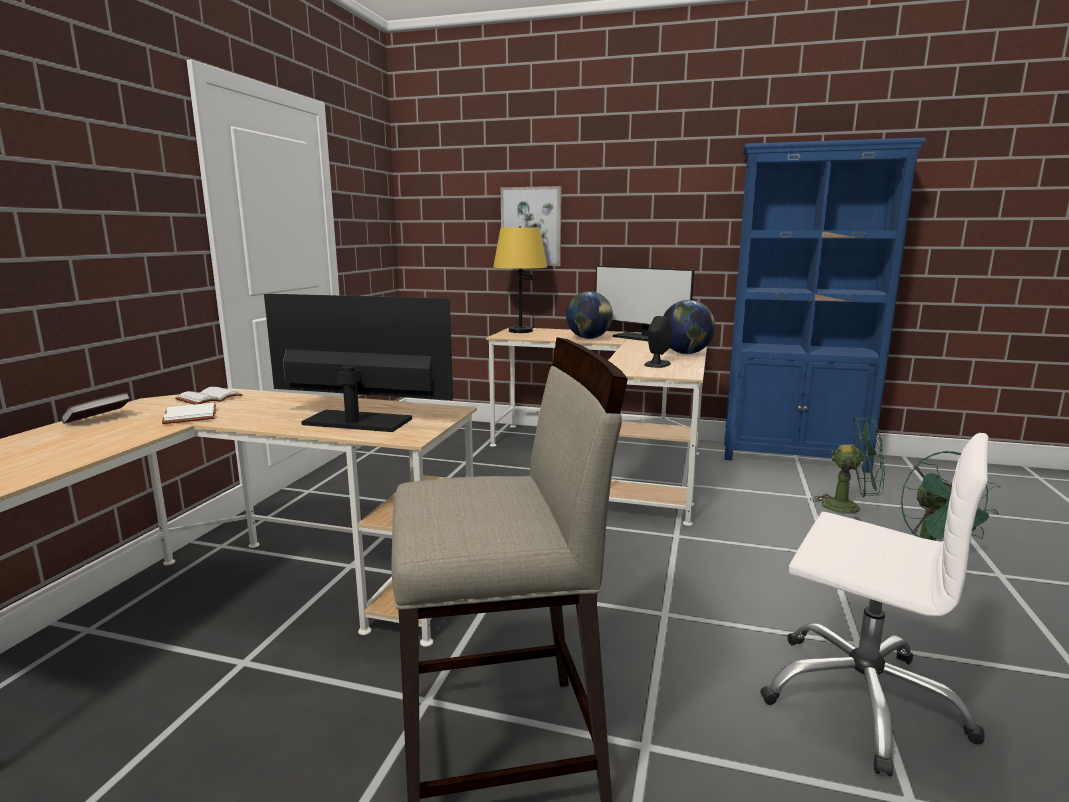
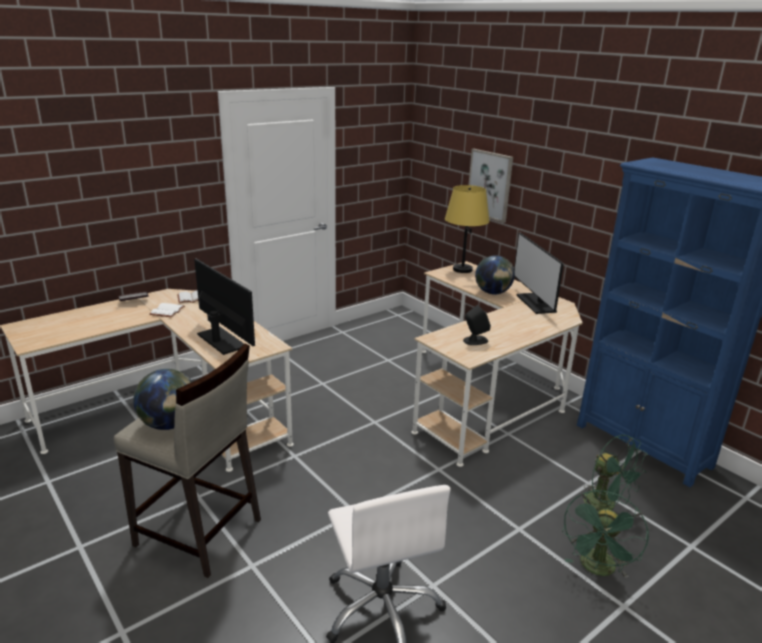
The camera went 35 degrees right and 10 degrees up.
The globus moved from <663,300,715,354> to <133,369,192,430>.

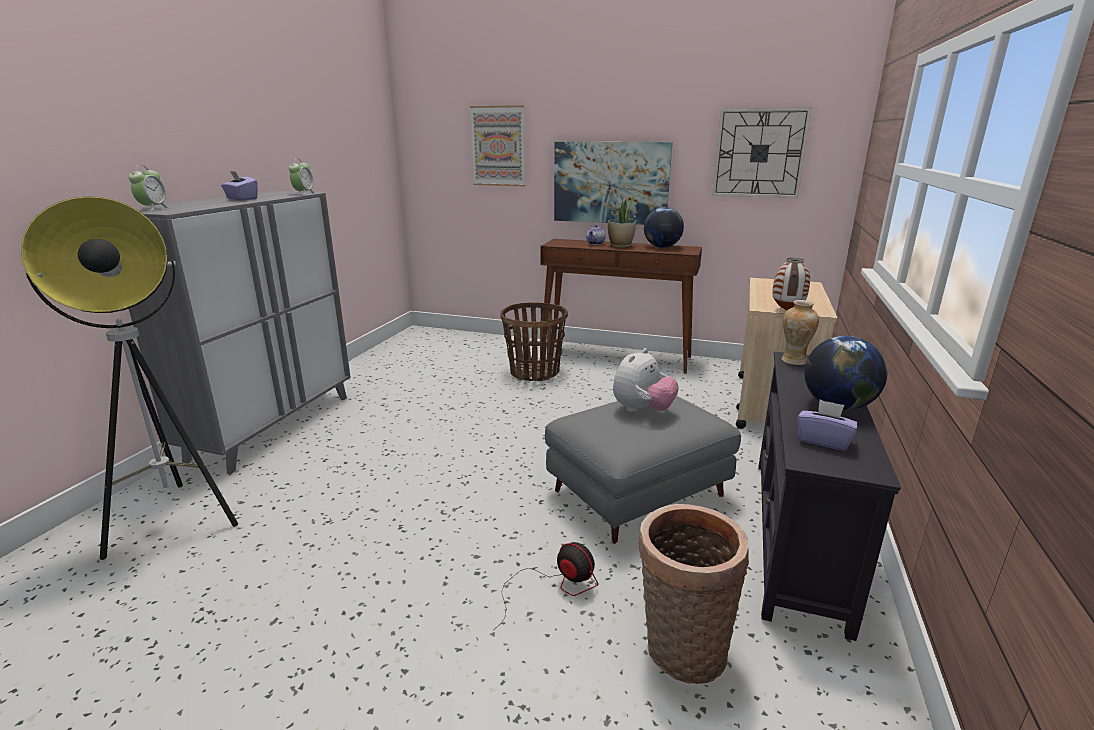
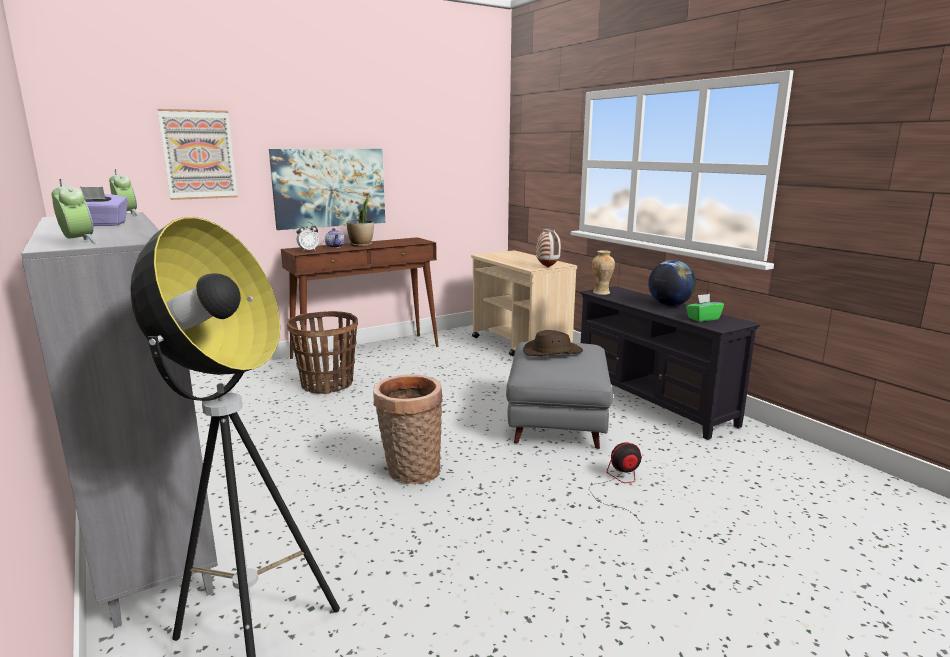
The camera went 50 degrees left and 5 degrees down.
The globus at <644,207,684,248> disappeared.
The zegar ścienny at <712,107,812,198> disappeared.
The budzik at <296,222,319,252> appeared.
The koszyk moved from <638,504,749,684> to <373,375,443,484>.
The pluszak at <613,348,679,412> was replaced by the kapelusz (brązowy) at <523,330,583,356>.
The pudełko chusteczek (fioletowy) at <797,400,857,451> became the pudełko chusteczek (zielony) at <686,294,724,322>.

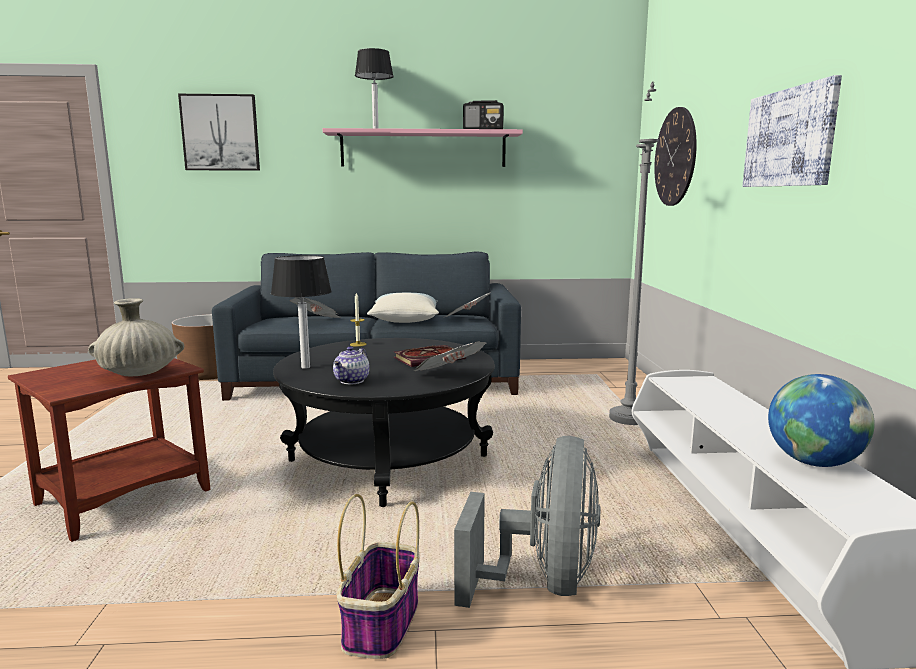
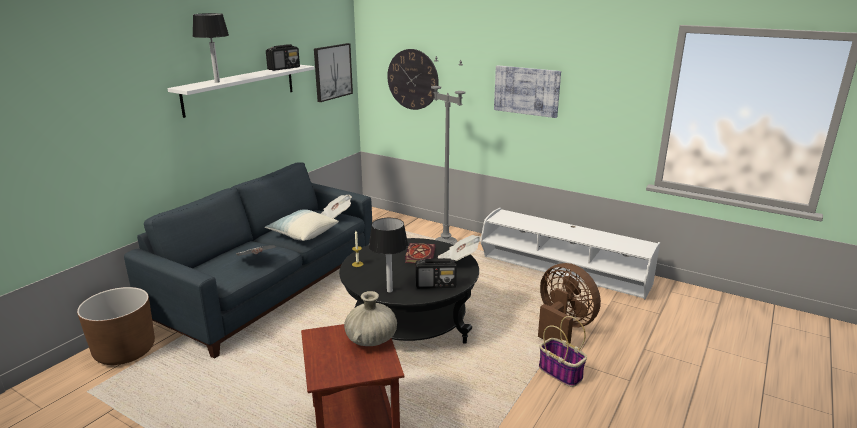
The camera went 55 degrees left and 10 degrees up.
The globus at <768,374,875,467> disappeared.
The obraz moved from <178,94,260,170> to <314,43,353,102>.
The imbryk at <333,347,370,384> was replaced by the radio at <416,258,457,289>.
The półka (różowy) at <323,128,523,167> became the półka (biały) at <168,65,315,118>.
The wentylator (szary) at <454,436,601,608> became the wentylator (brązowy) at <538,263,601,344>.

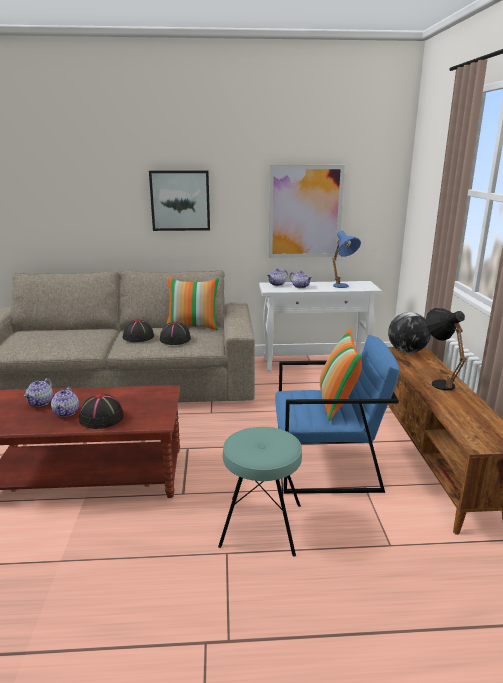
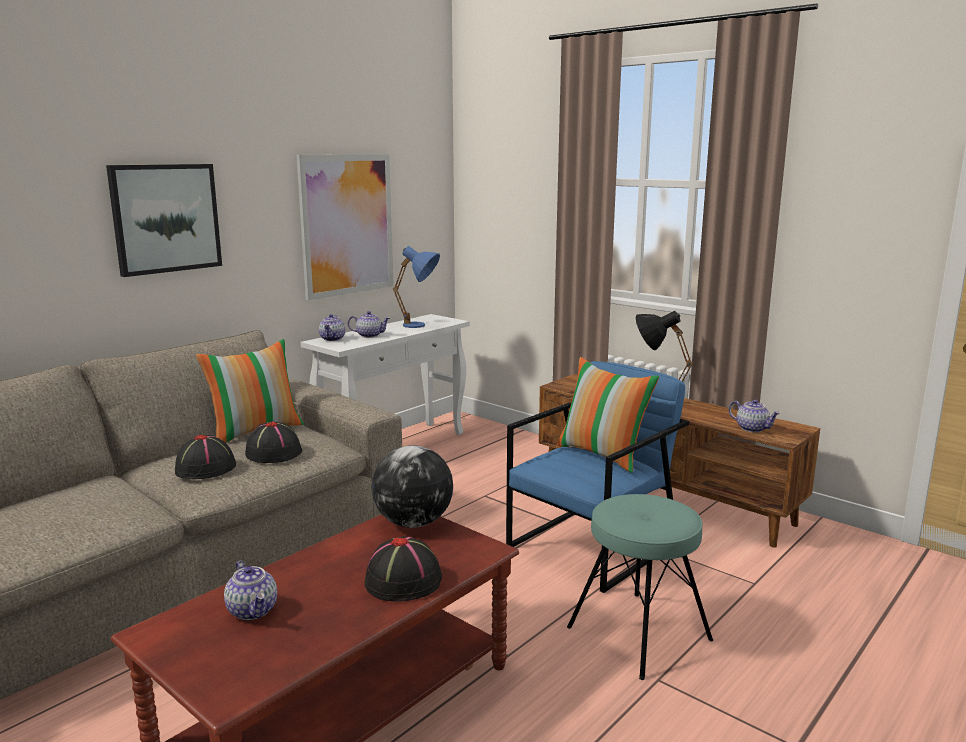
The camera went 45 degrees left and 5 degrees down.
The imbryk moved from <51,387,79,417> to <729,399,780,433>.
The globus moved from <388,312,431,353> to <371,445,453,528>.

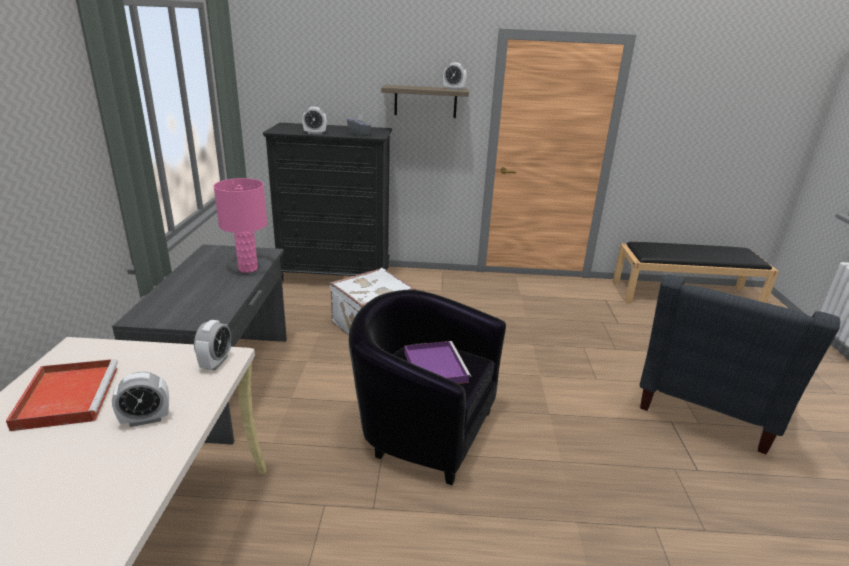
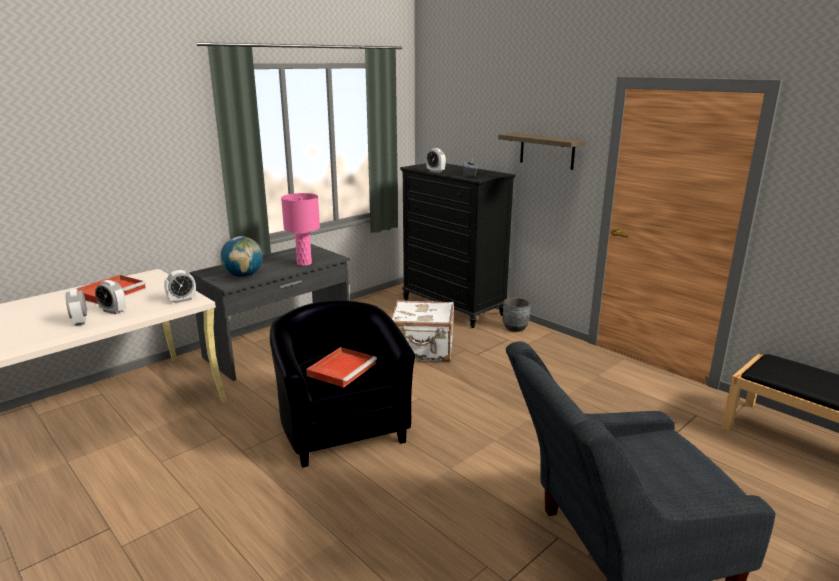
The camera went 45 degrees right and 5 degrees down.
The globus at <221,236,263,277> appeared.
The donica (szary) at <502,297,531,332> appeared.
The budzik moved from <443,63,467,90> to <65,289,87,326>.
The taca (fioletowy) at <404,341,471,384> became the taca (czerwony) at <306,347,377,387>.

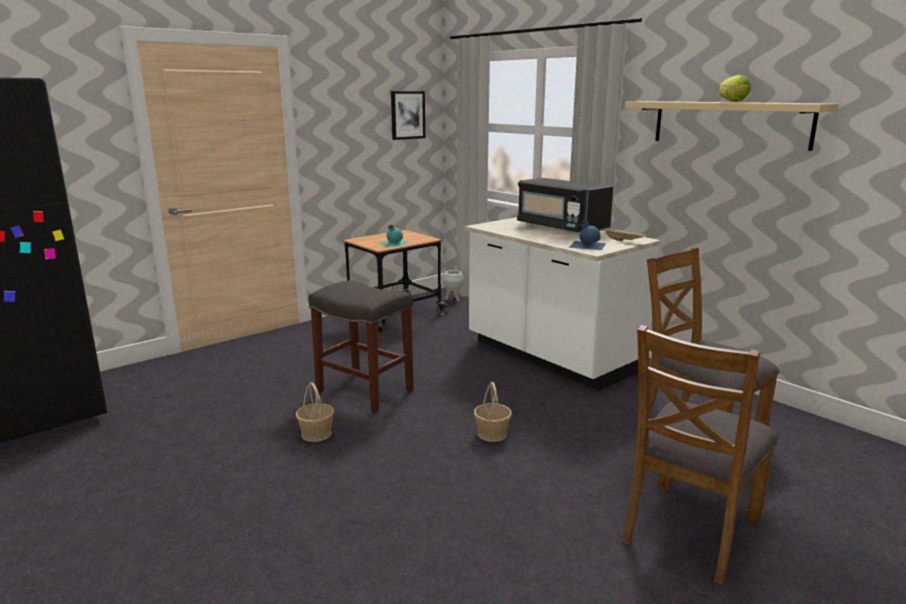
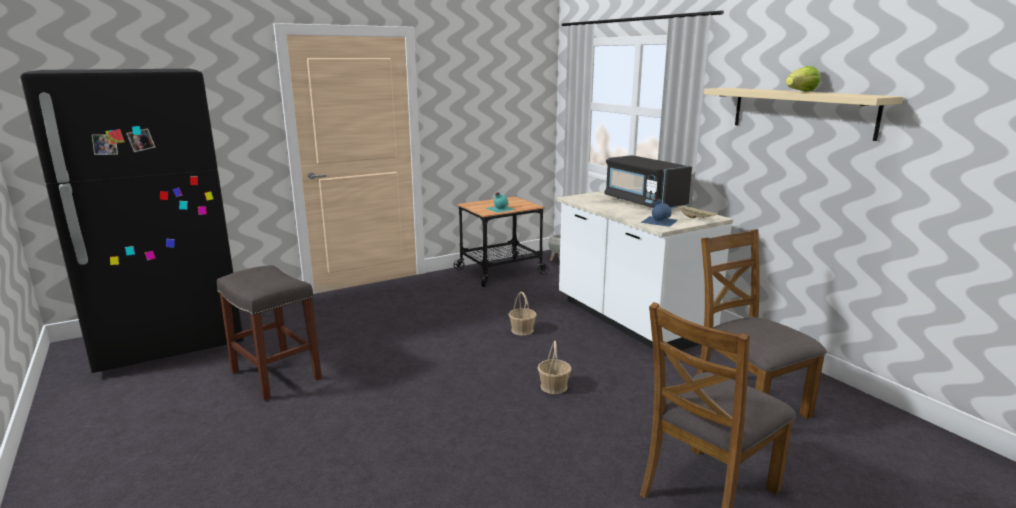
The camera went 10 degrees right and 0 degrees up.
The obraz at <391,91,425,140> disappeared.
The koszyk moved from <296,382,334,442> to <509,292,537,336>.
The stołek (szary) moved from <309,281,414,413> to <217,265,322,401>.

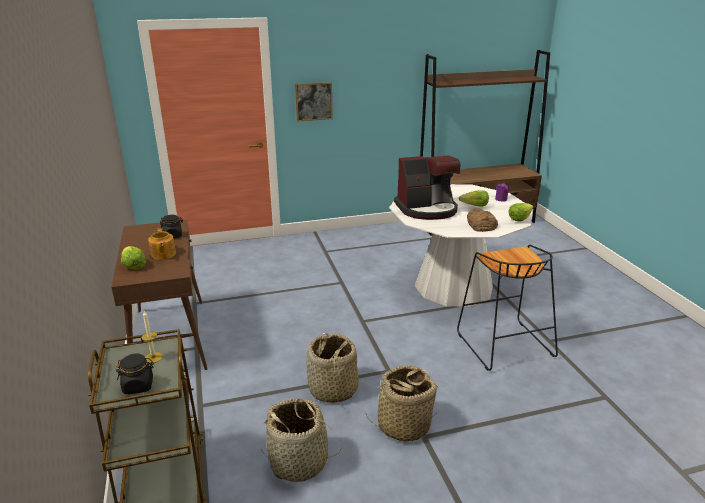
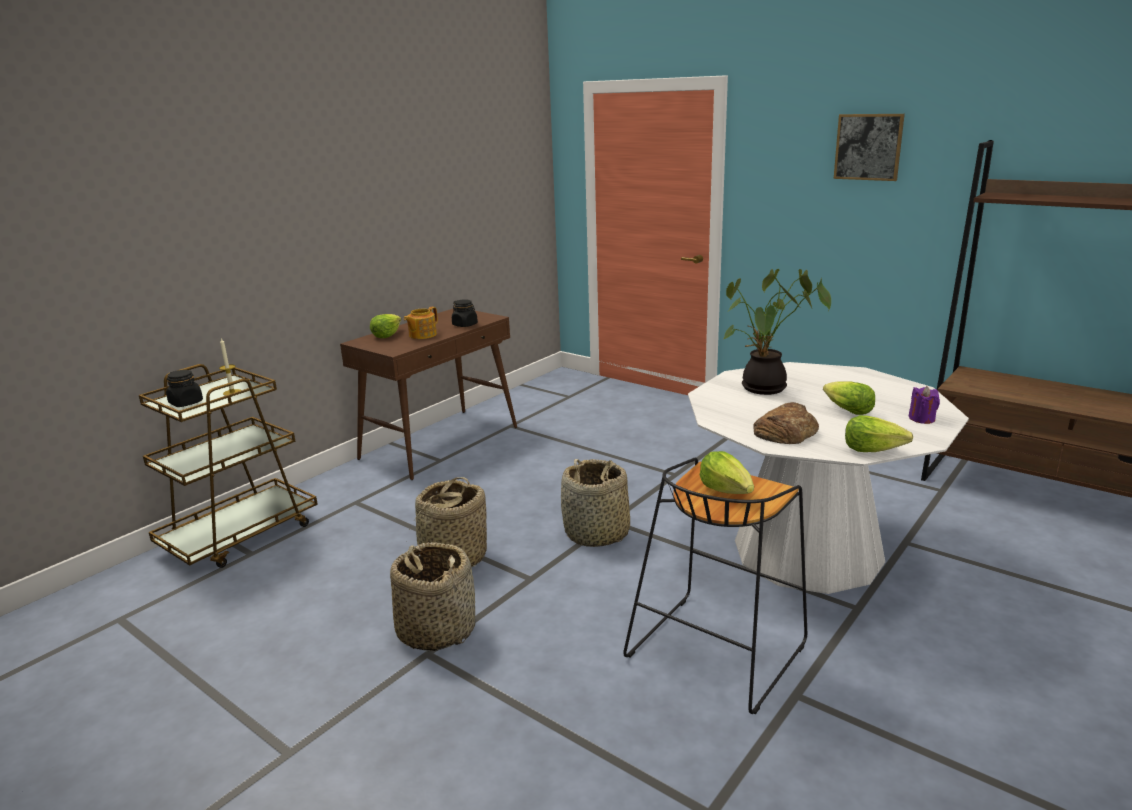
The camera went 55 degrees right and 5 degrees down.
The sałata at <700,451,754,494> appeared.
The koszyk moved from <261,398,341,482> to <561,459,630,547>.
The obraz moved from <295,82,333,122> to <834,114,905,181>.
The ekspres do kawy at <394,155,460,220> was replaced by the roślina doniczkowa at <724,269,831,395>.

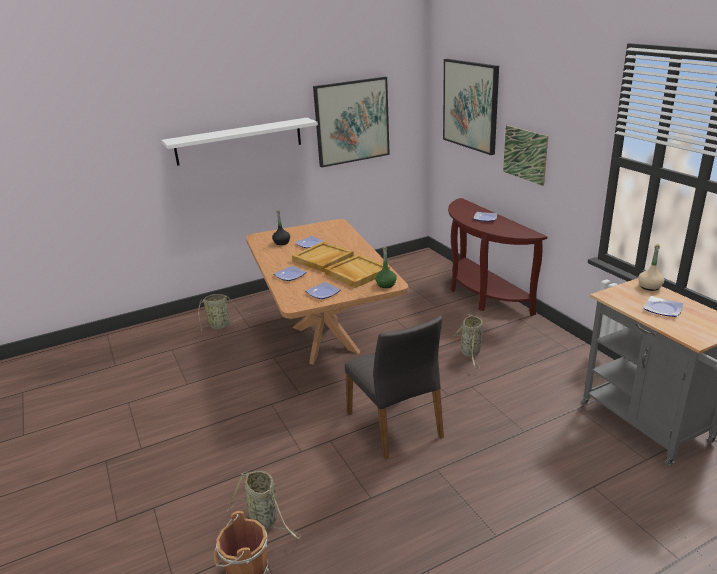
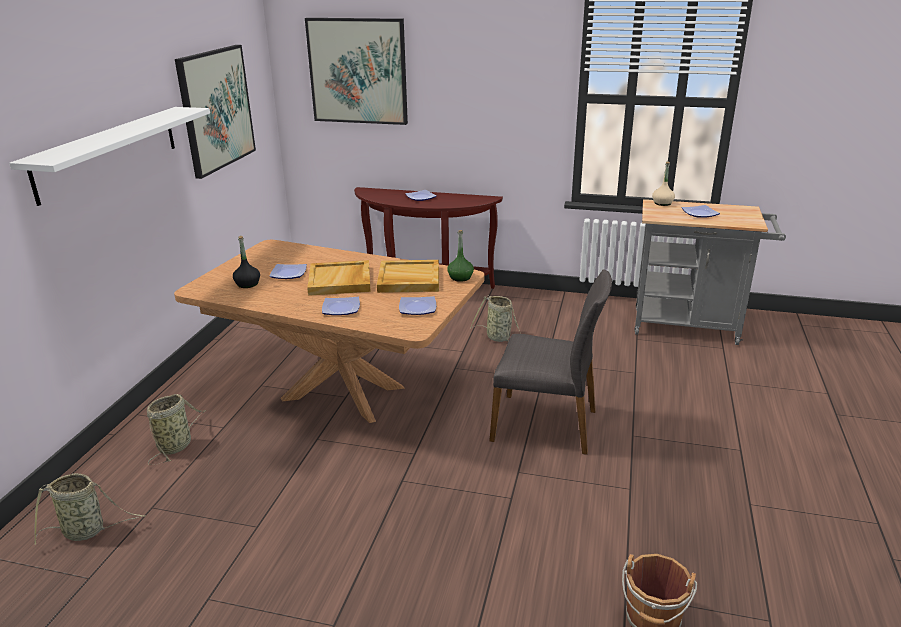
The camera went 50 degrees left and 0 degrees up.
The obraz at <503,125,548,186> disappeared.
The koszyk moved from <228,471,301,539> to <34,473,146,545>.

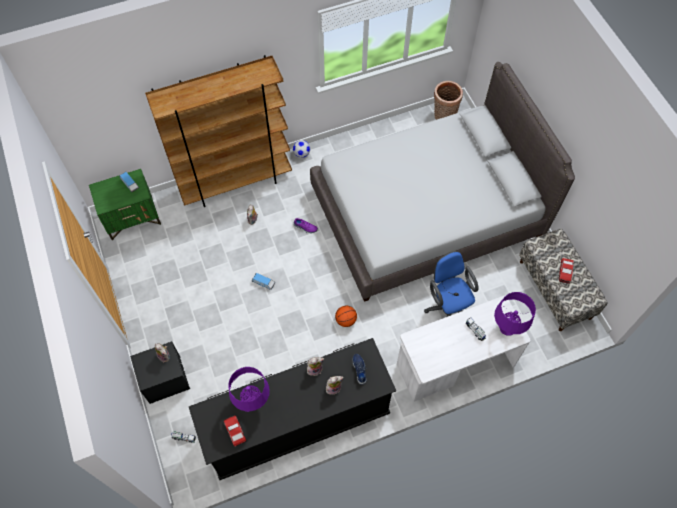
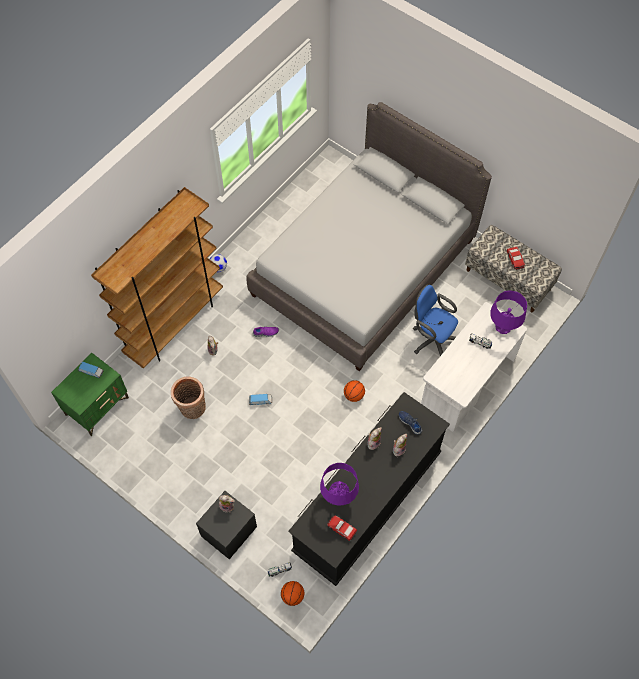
The camera went 30 degrees left and 0 degrees up.
The piłka do koszykówki at <281,581,304,606> appeared.
The koszyk moved from <434,81,463,120> to <171,376,206,419>.

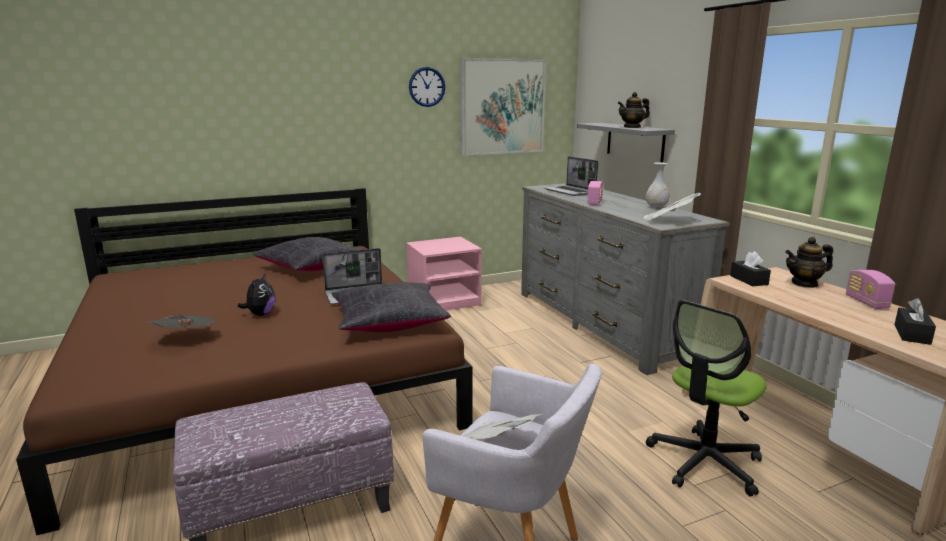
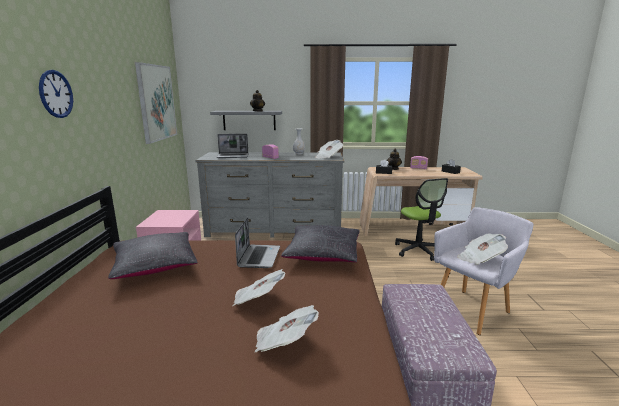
The camera went 65 degrees left and 0 degrees up.
The zegar ścienny moved from <409,67,445,107> to <39,70,73,118>.
The pluszak at <238,274,275,316> was replaced by the gazeta at <232,269,285,306>.

